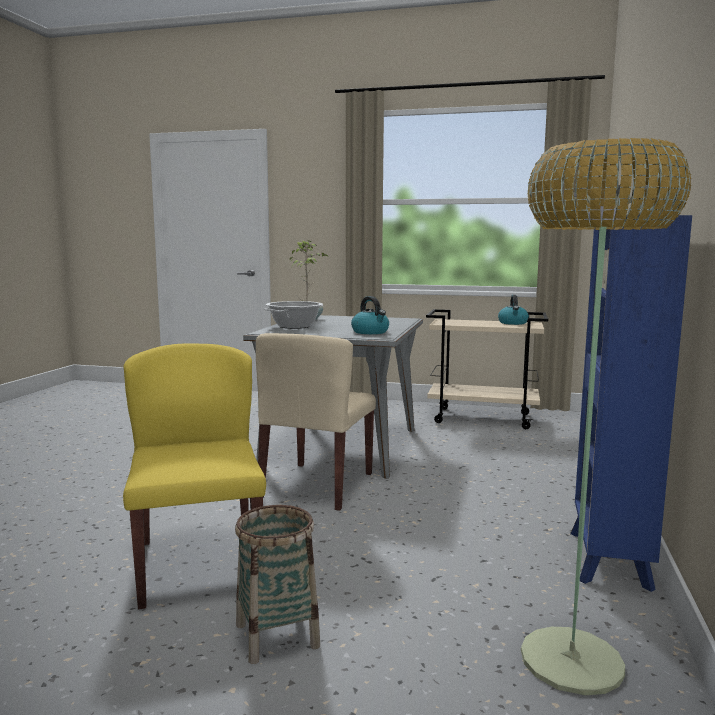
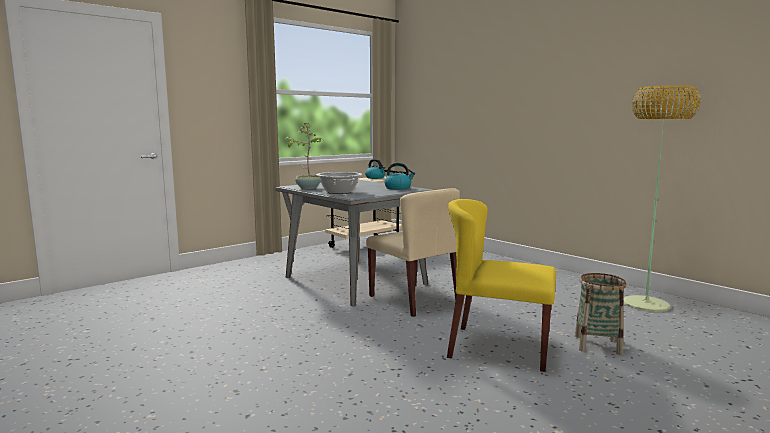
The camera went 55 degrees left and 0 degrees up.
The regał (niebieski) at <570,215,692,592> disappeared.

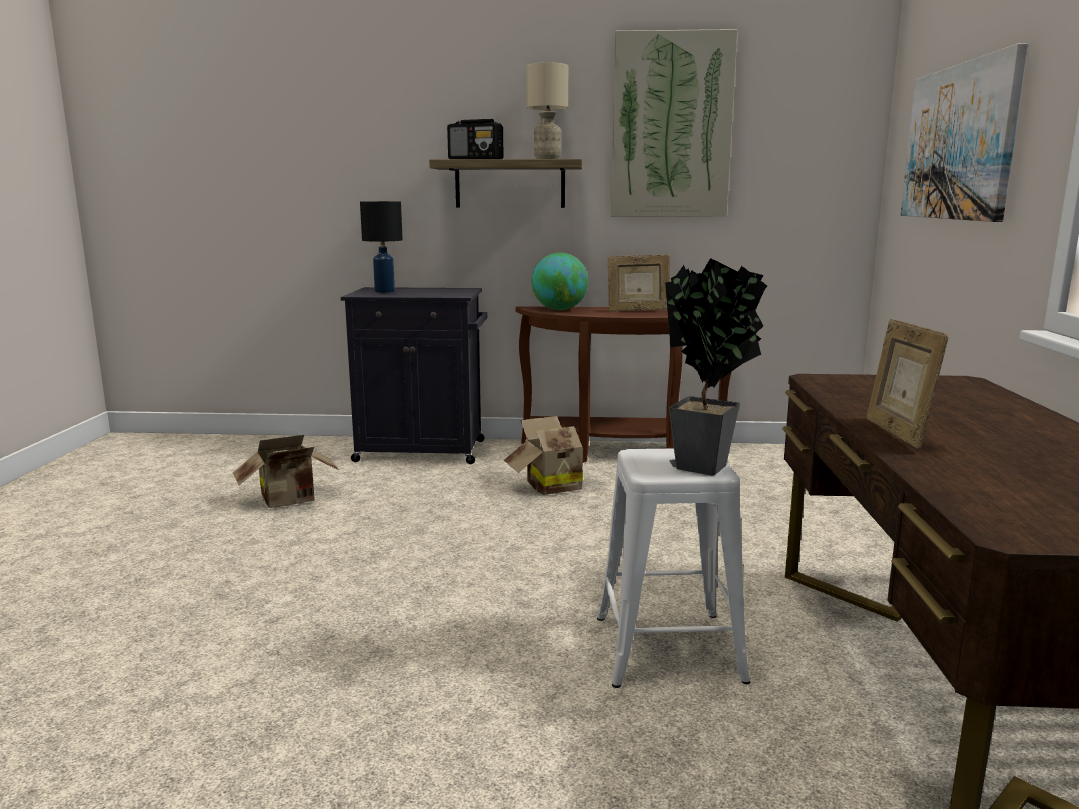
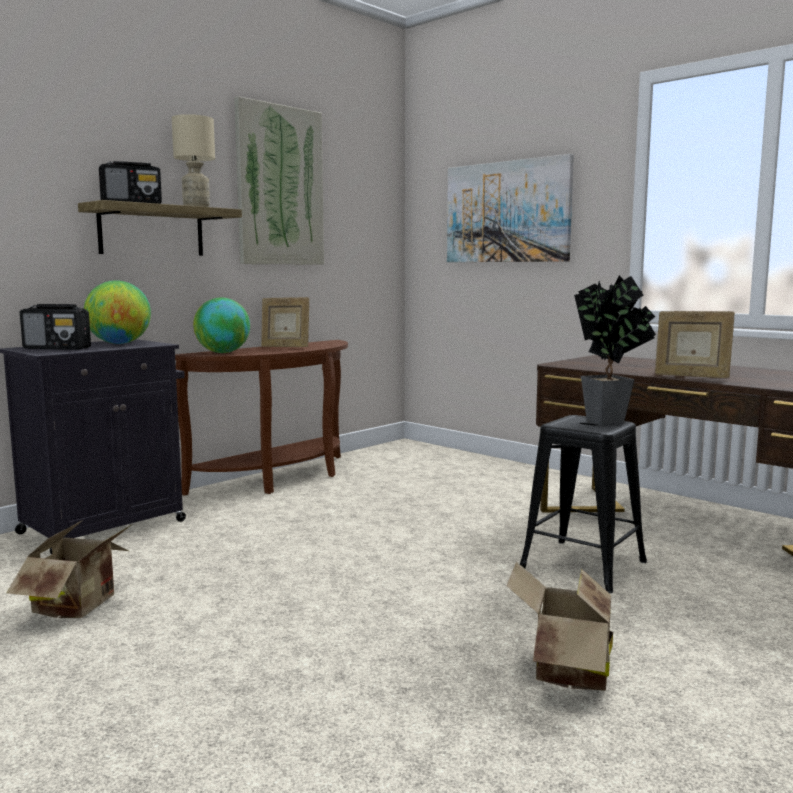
The camera went 50 degrees left and 5 degrees down.
The globus at <84,280,151,344> appeared.
The karton moved from <504,416,598,495> to <507,562,613,691>.
The lampa stołowa (czarny) at <360,201,403,293> was replaced by the radio at <20,304,91,350>.
The stołek (biały) at <597,449,750,688> became the stołek (czarny) at <520,415,647,593>.
The ramka na zdjęcie at <608,254,670,312> turned 75 degrees clockwise.

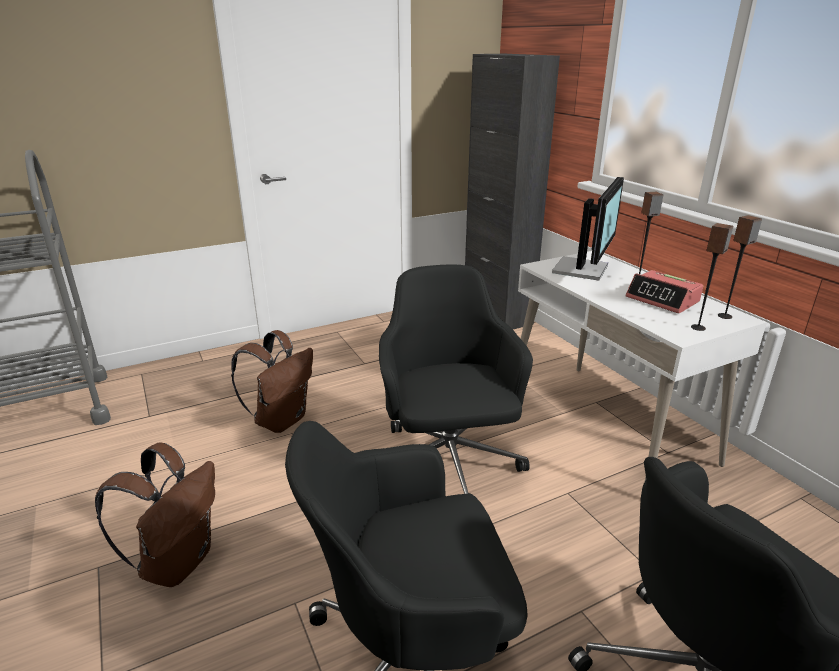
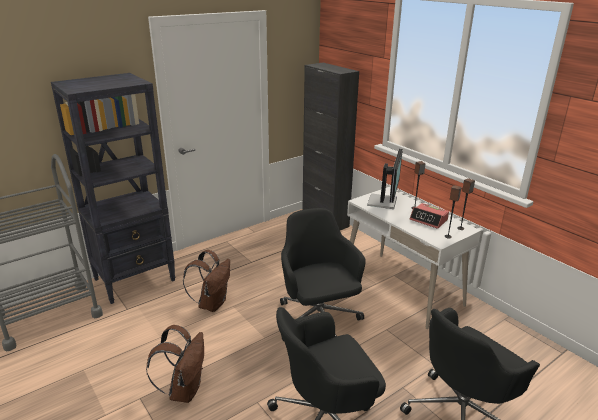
The camera went 10 degrees left and 0 degrees up.
The regał (czarny) at <51,73,175,304> appeared.

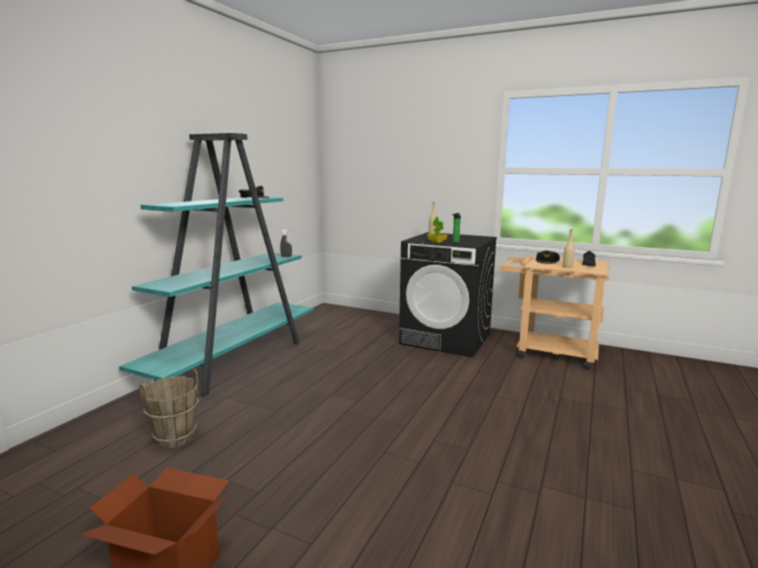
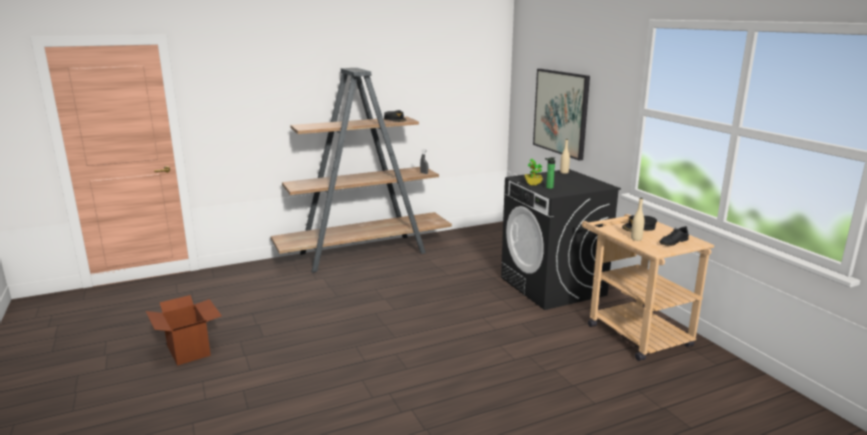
The camera went 40 degrees right and 5 degrees up.
The wiadro (brązowy) at <139,369,199,448> disappeared.
The obraz at <533,69,590,161> appeared.
The regał (turkusowy) at <119,133,314,397> became the regał (brązowy) at <271,68,452,273>.

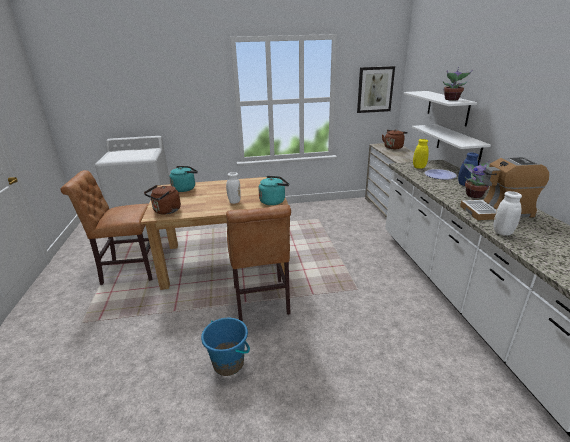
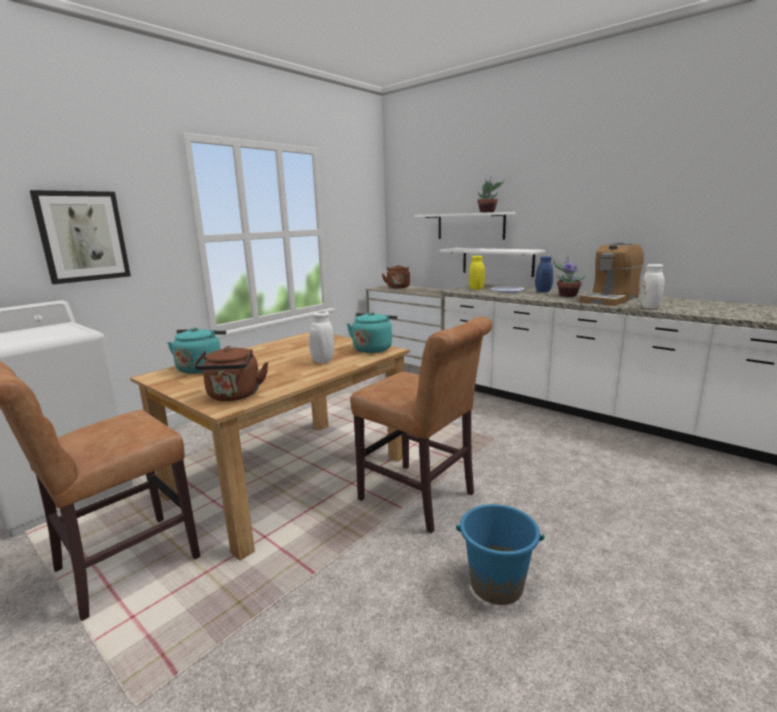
The camera went 40 degrees left and 10 degrees down.
The obraz moved from <357,66,395,113> to <30,190,131,284>.

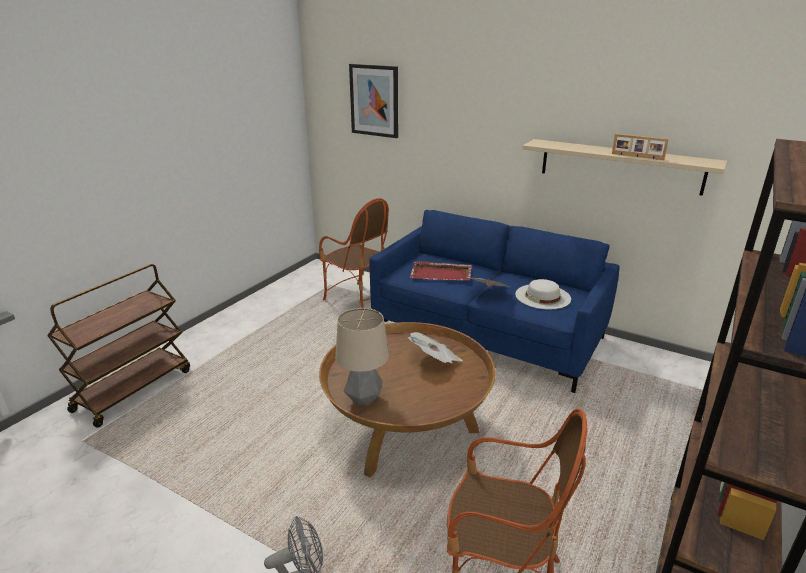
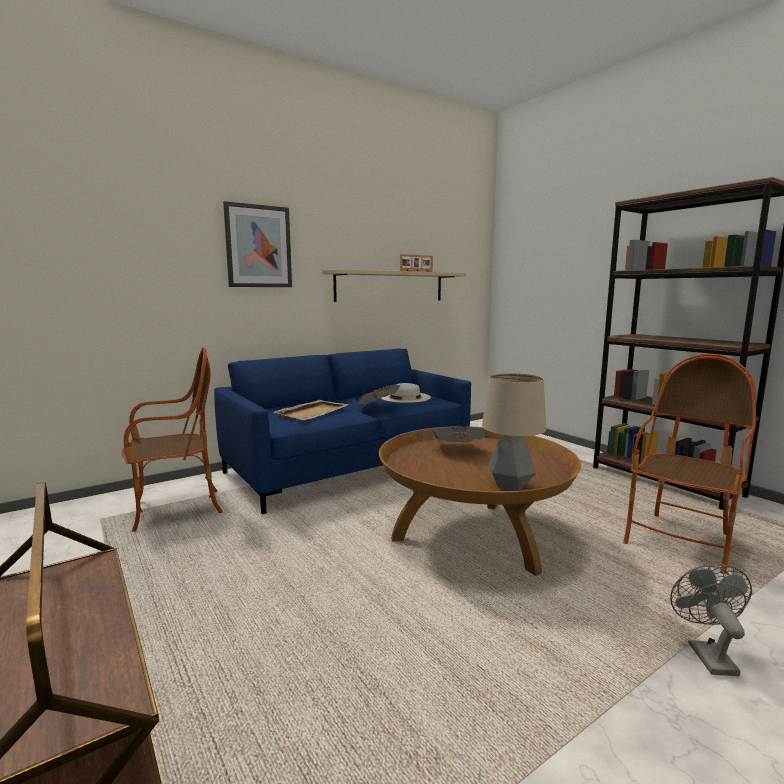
The camera went 65 degrees left and 15 degrees down.
The obraz moved from <349,64,398,138> to <223,201,292,287>.
The taca (czerwony) at <409,261,472,280> became the taca (beżowy) at <273,400,348,420>.

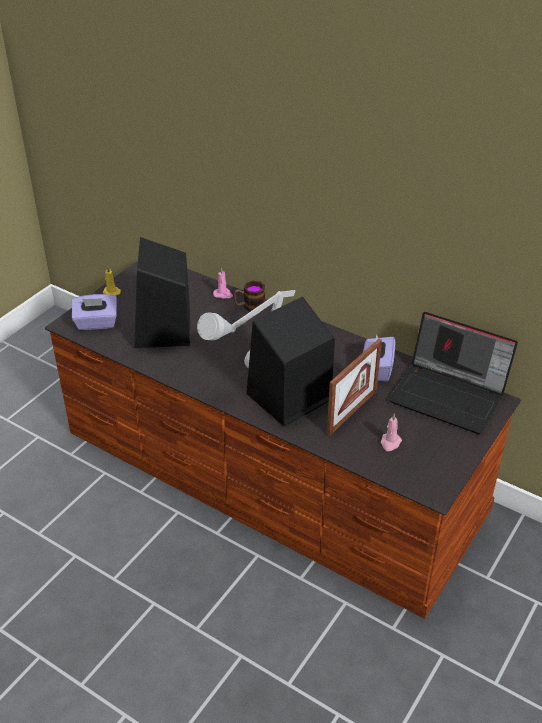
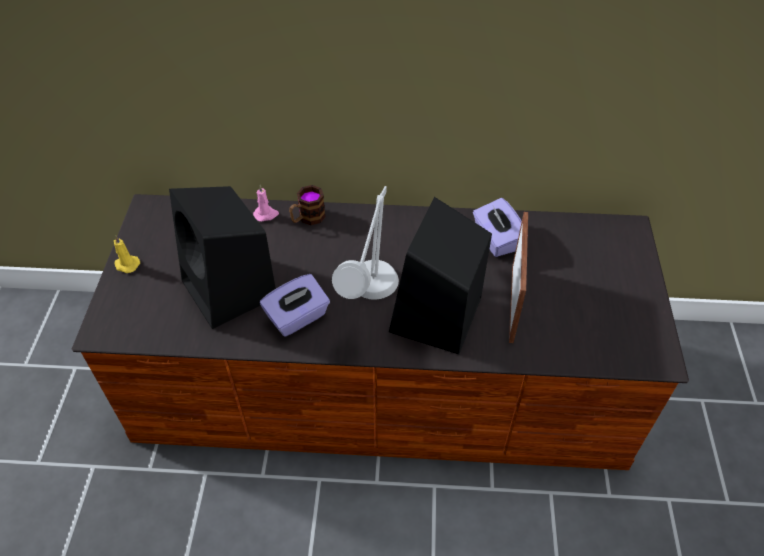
The camera went 30 degrees left and 10 degrees up.
The świeca (różowy) at <381,413,402,451> disappeared.
The laptop at <389,312,518,434> disappeared.
The pudełko chusteczek (fioletowy) moved from <72,294,117,330> to <260,274,330,337>.

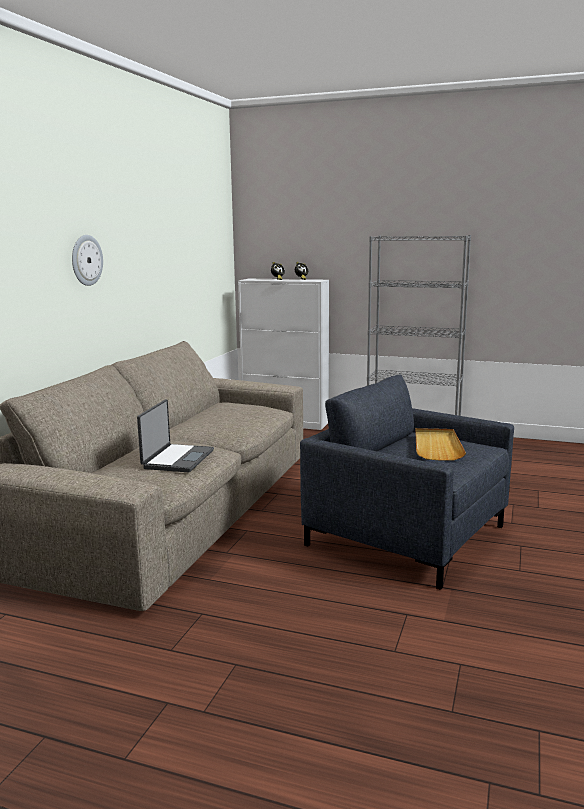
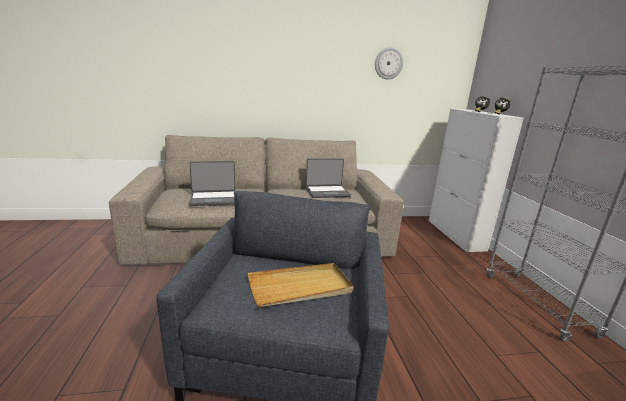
The camera went 60 degrees right and 5 degrees up.
The laptop at <306,159,351,198> appeared.
The zegar ścienny moved from <72,235,103,286> to <375,47,403,80>.

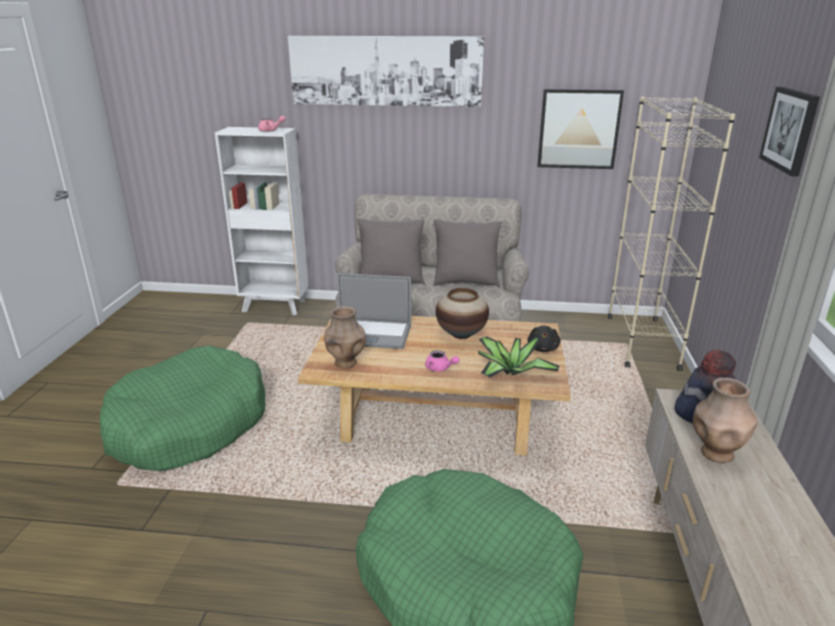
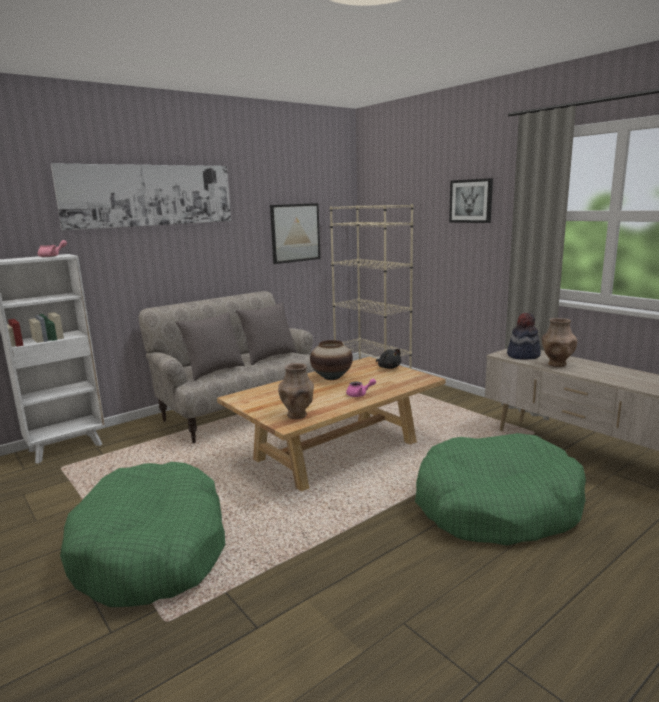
The camera went 45 degrees left and 10 degrees down.
The laptop at <337,273,411,349> disappeared.
The roślina doniczkowa at <478,337,560,378> disappeared.

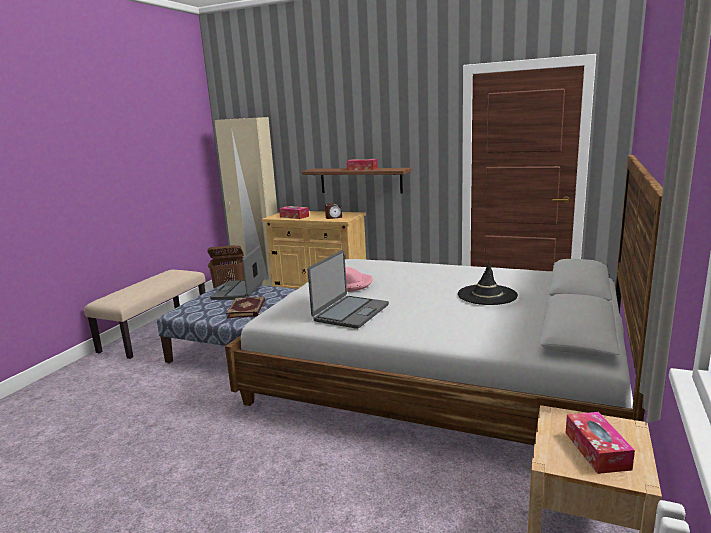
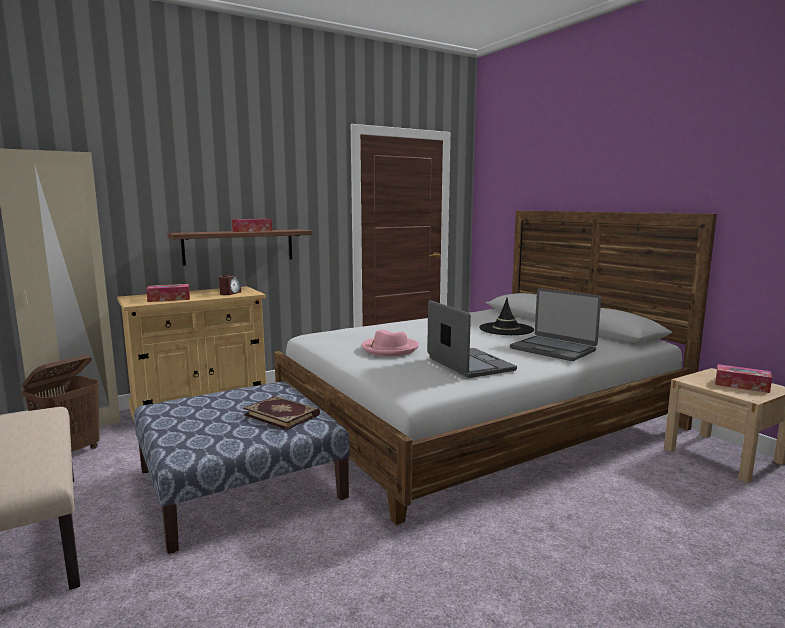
The camera went 55 degrees left and 5 degrees down.
The laptop moved from <210,246,264,300> to <510,288,601,361>.

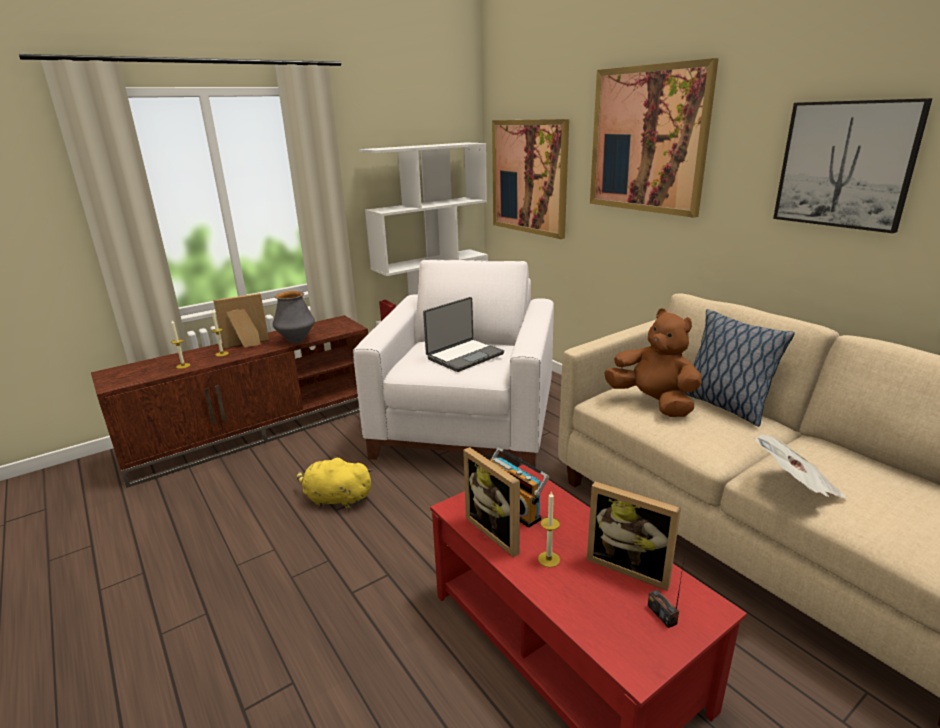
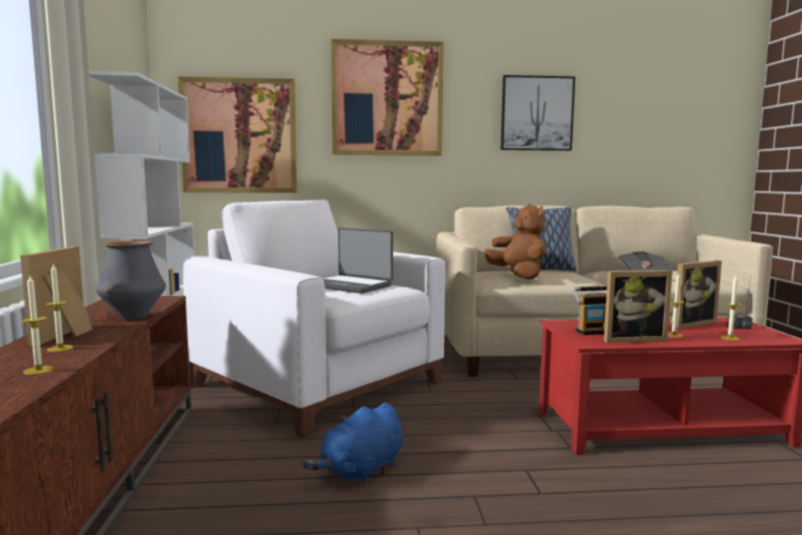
The camera went 60 degrees left and 15 degrees down.
The świeca at <720,275,742,341> appeared.
The pluszak (żółty) at <297,455,372,509> became the pluszak (niebieski) at <302,403,403,484>.
The laptop at <423,297,504,372> turned 135 degrees clockwise.
The pluszak (brązowy) at <604,308,702,417> turned 75 degrees clockwise.

